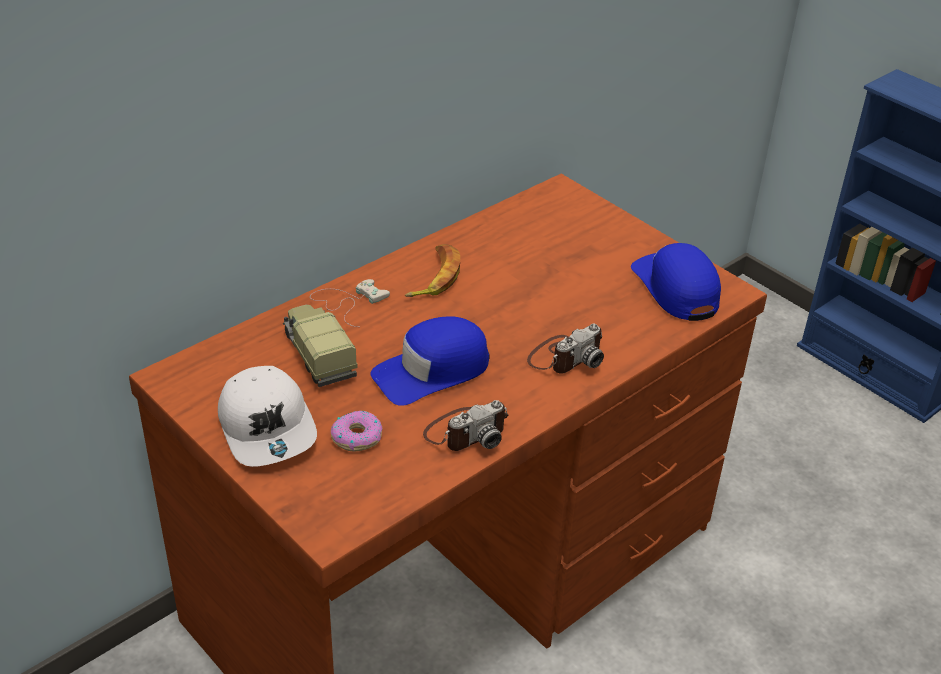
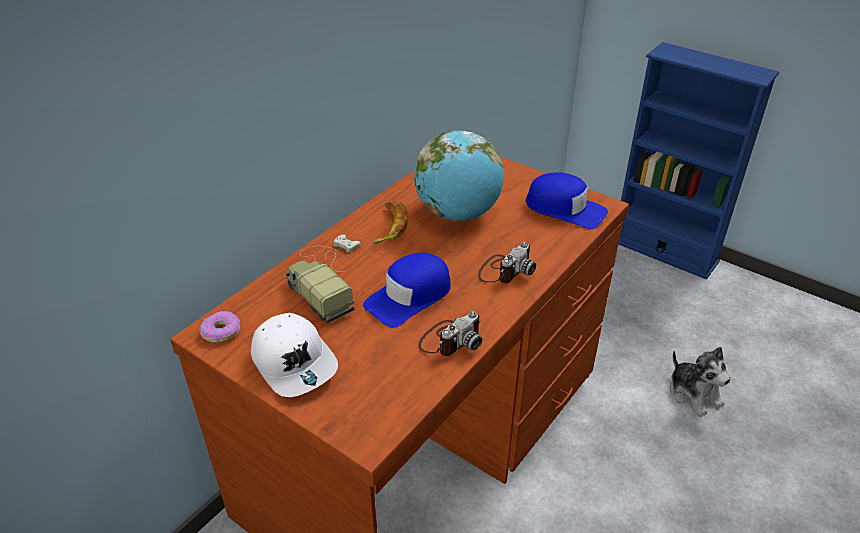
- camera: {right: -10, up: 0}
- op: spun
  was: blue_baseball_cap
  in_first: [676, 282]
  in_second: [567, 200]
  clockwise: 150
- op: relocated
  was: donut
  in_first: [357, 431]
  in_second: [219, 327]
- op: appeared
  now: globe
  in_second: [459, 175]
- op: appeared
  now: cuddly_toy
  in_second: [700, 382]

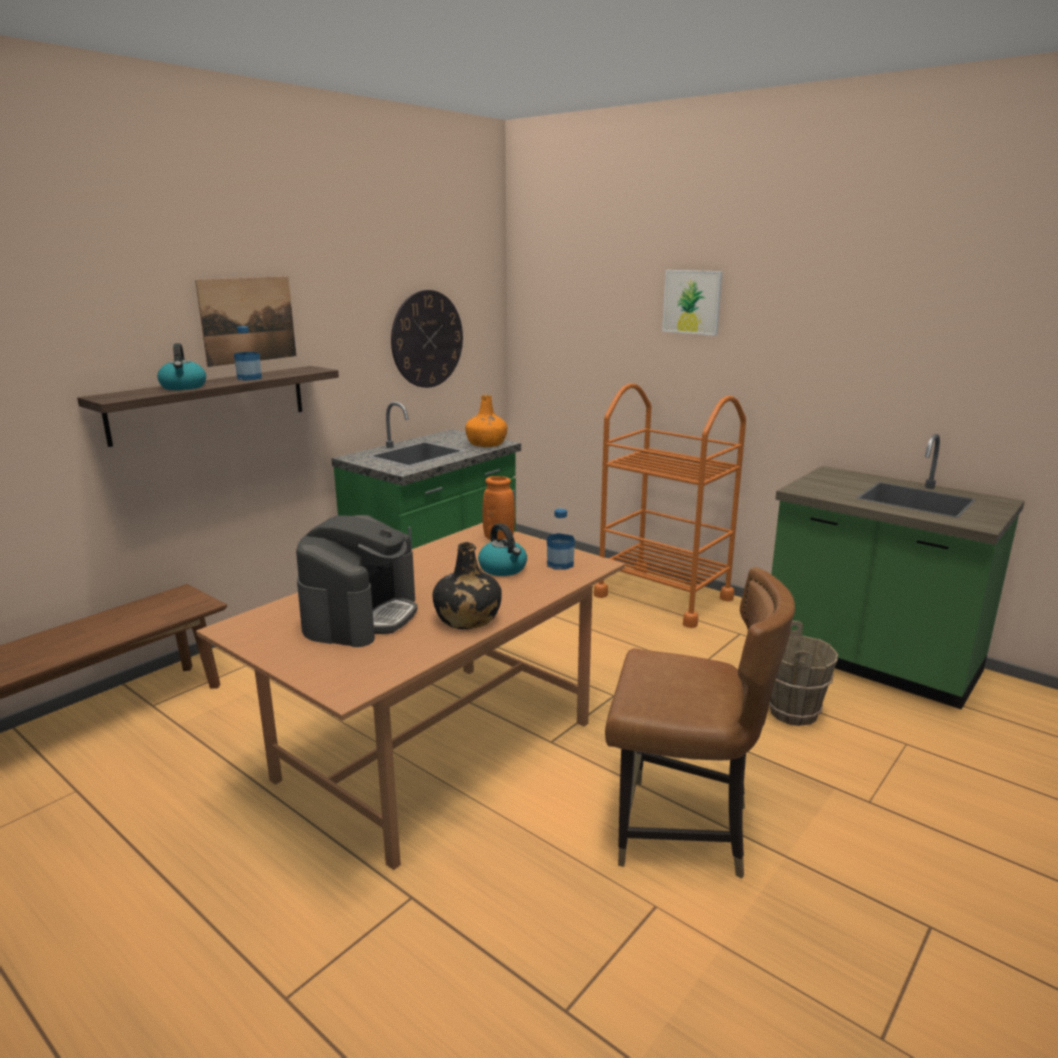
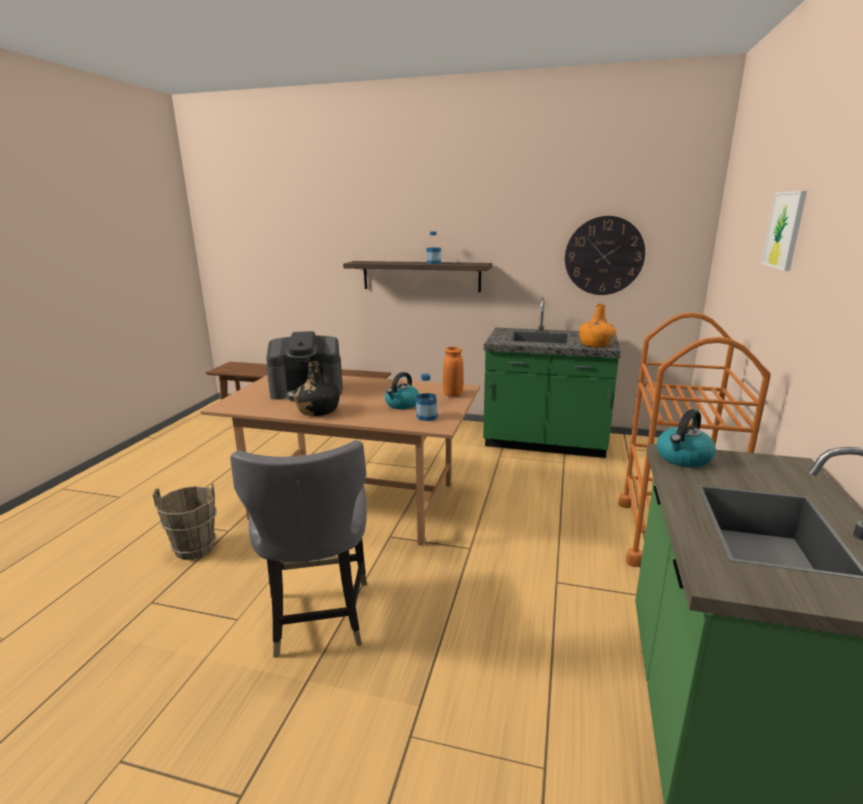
- camera: {right: 65, up: 0}
- op: missing
  was: wall_picture
  in_first: [245, 321]
- op: relocated
  was: water_kettle
  in_first: [181, 366]
  in_second: [686, 438]
- op: colour
  was: brown_plain_chair
  now: gray_plain_chair
  in_first: [700, 722]
  in_second: [298, 549]
- op: relocated
  was: brown_bucket
  in_first: [803, 673]
  in_second: [184, 521]

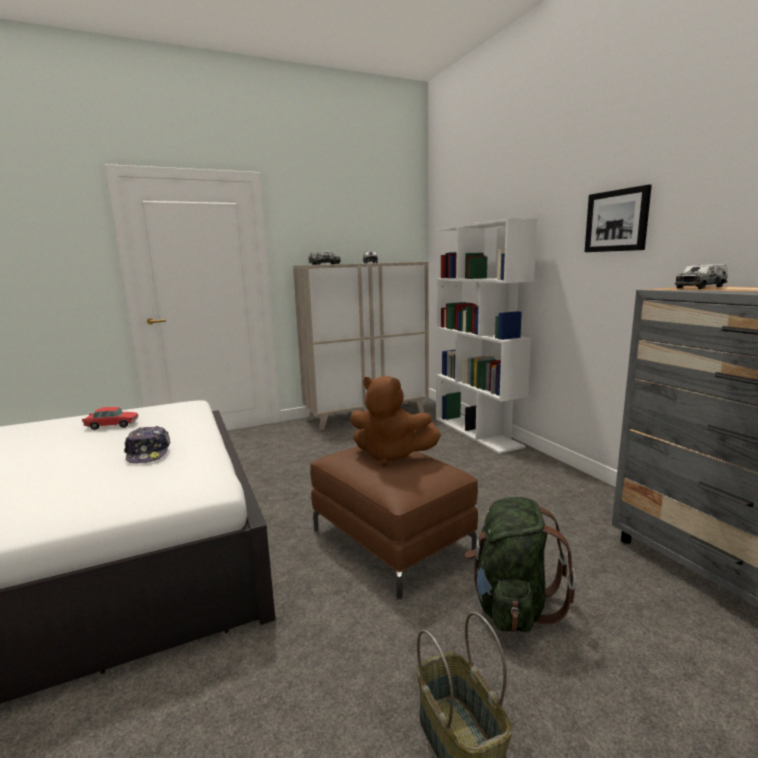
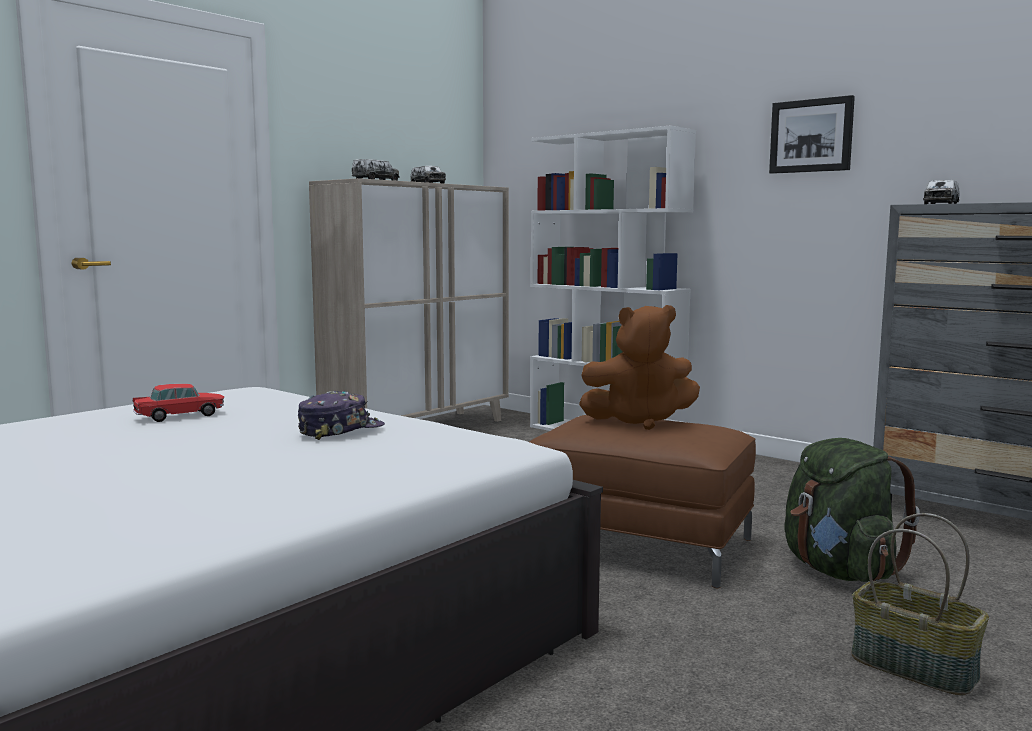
- camera: {right: -25, up: -5}
- op: spun
  was: baseball_cap
  in_first: [147, 445]
  in_second: [341, 415]
  clockwise: -90

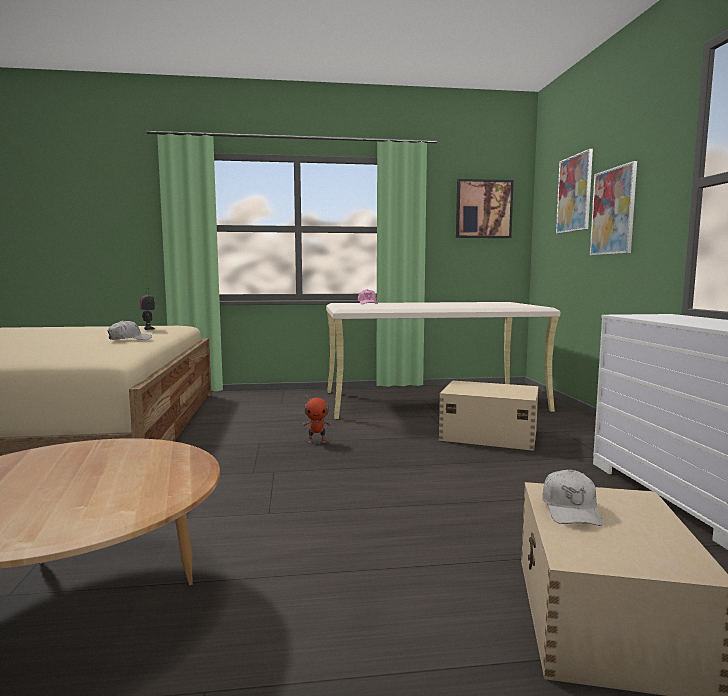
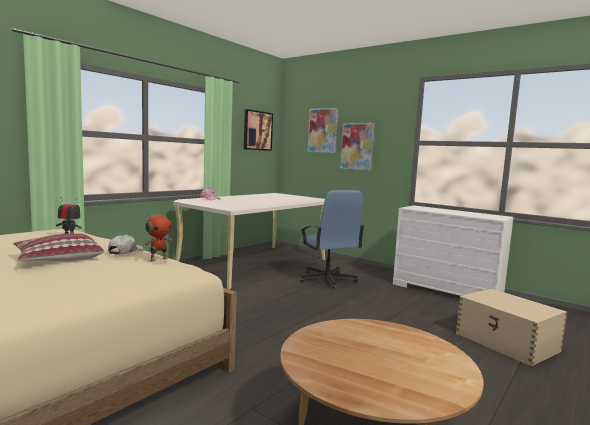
- camera: {right: -45, up: 0}
- op: exchanged
  was: beige_storage_container
  now: blue_computer_chair
  in_first: [488, 415]
  in_second: [332, 239]
- op: relocated
  was: model_robot
  in_first: [317, 419]
  in_second: [158, 237]
- op: missing
  was: white_baseball_cap
  in_first: [572, 497]
- op: appeared
  now: throw_pillow
  in_second: [59, 247]

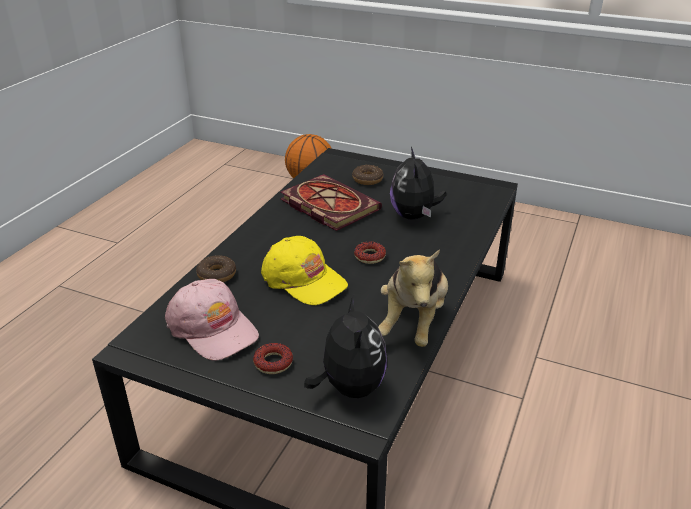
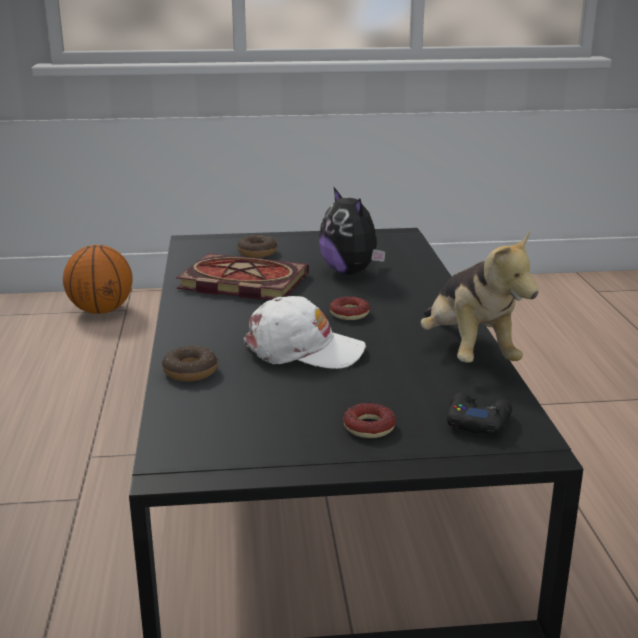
- camera: {right: -30, up: -10}
- op: colour
  was: yellowish_baseball_cap
  now: white_baseball_cap
  in_first: [304, 270]
  in_second: [304, 332]
- op: missing
  was: pinkish_baseball_cap
  in_first: [212, 320]
- op: exchanged
  was: cuddly_toy
  now: black-coloured_gamepad
  in_first: [345, 346]
  in_second: [479, 413]

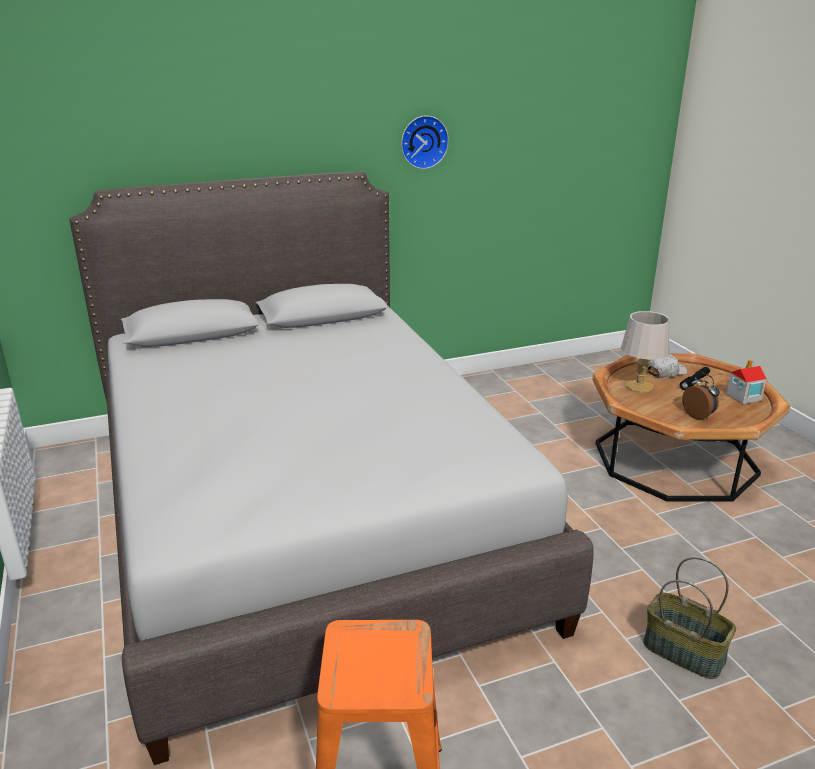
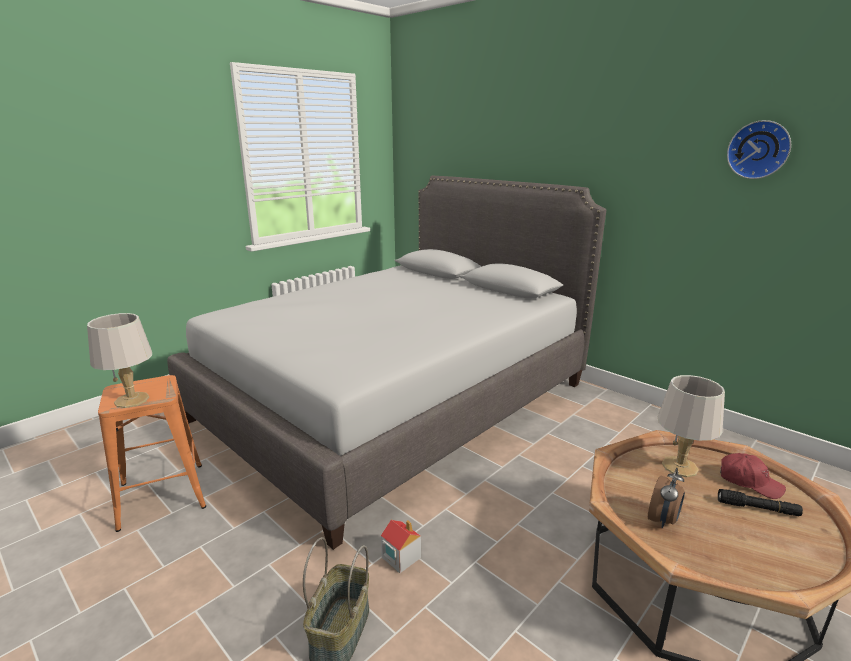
- camera: {right: 65, up: -5}
- op: relocated
  was: clock_on_the_wall
  in_first: [425, 142]
  in_second: [759, 149]
- op: colour
  was: white_baseball_cap
  now: reddish_baseball_cap
  in_first: [667, 366]
  in_second: [753, 476]
- op: relocated
  was: miniature_house
  in_first: [746, 382]
  in_second: [401, 546]
- op: appeared
  now: gray_tabletop_lamp
  in_second: [119, 360]

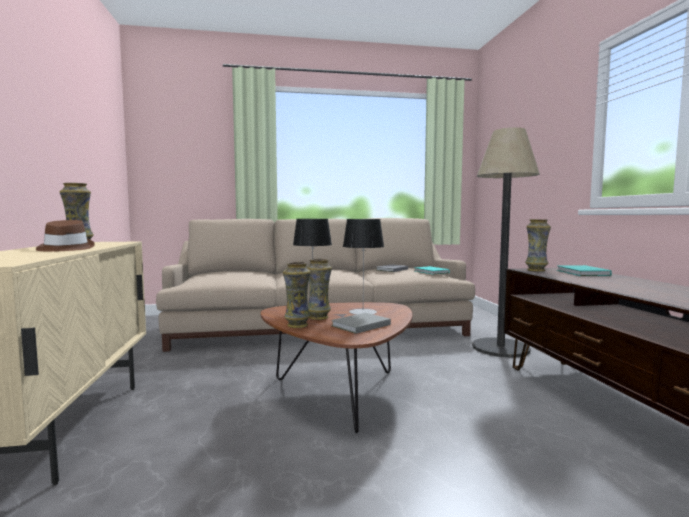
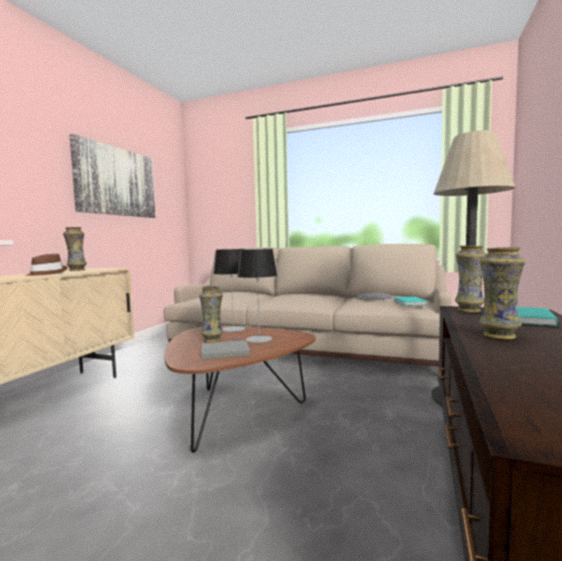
- camera: {right: 30, up: 0}
- op: relocated
  was: flower_vase
  in_first: [297, 295]
  in_second: [502, 293]
- op: appeared
  now: wall_picture
  in_second: [112, 176]

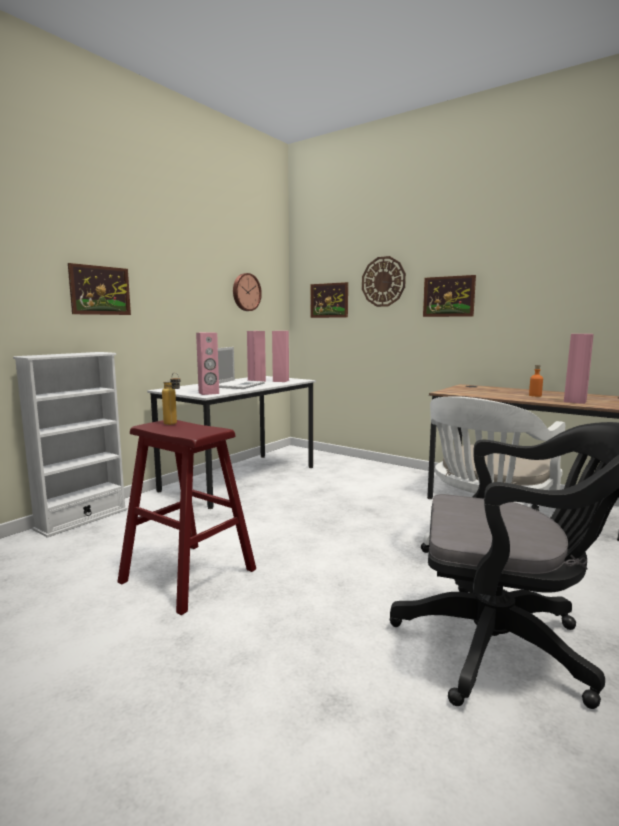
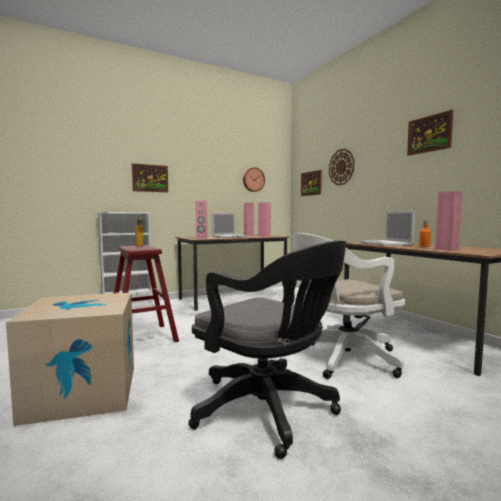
- camera: {right: 25, up: -5}
- op: relocated
  was: wall_picture
  in_first: [449, 296]
  in_second: [430, 133]
- op: colour
  was: white_desk_table
  now: brown_desk_table
  in_first: [231, 442]
  in_second: [232, 273]
- op: appeared
  now: laptop
  in_second: [387, 228]
- op: appeared
  now: carton
  in_second: [70, 359]

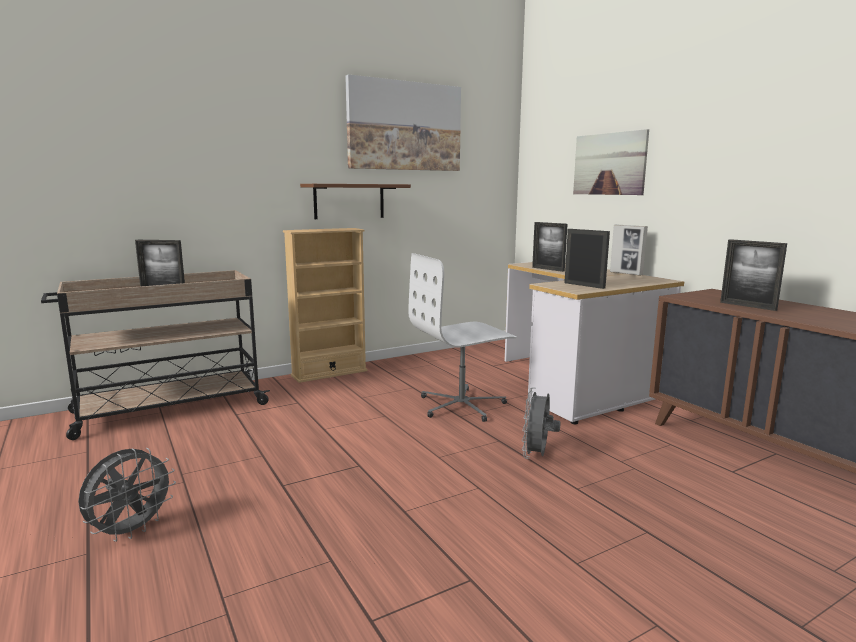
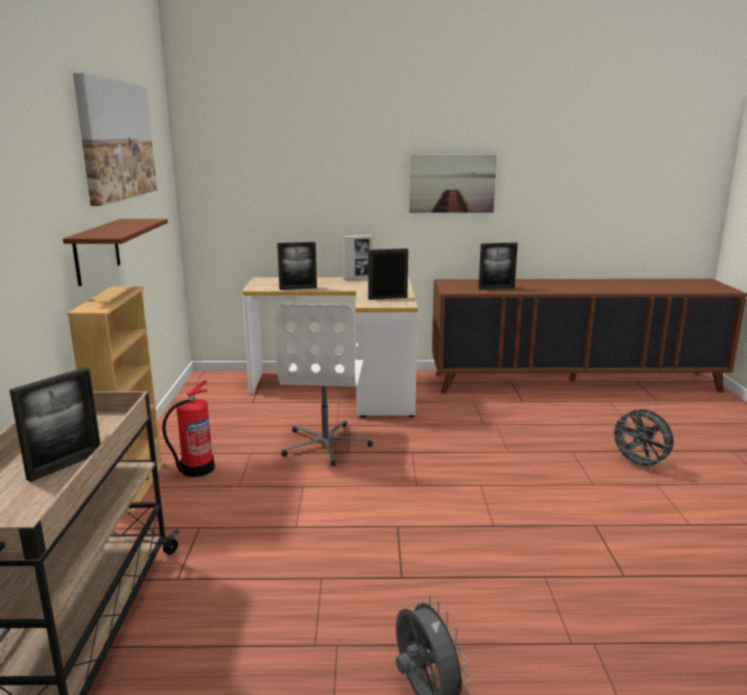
- camera: {right: -60, up: 5}
- op: relocated
  was: wall_picture
  in_first: [611, 162]
  in_second: [453, 183]
- op: relocated
  was: gray_electric_fan
  in_first: [541, 423]
  in_second: [641, 440]
- op: appeared
  now: fire_extinguisher
  in_second: [188, 428]

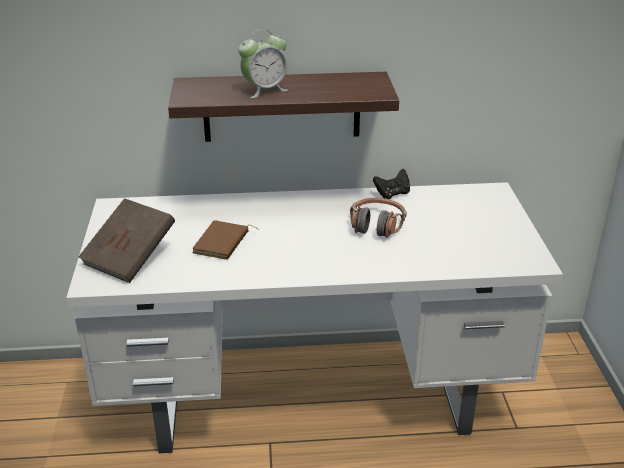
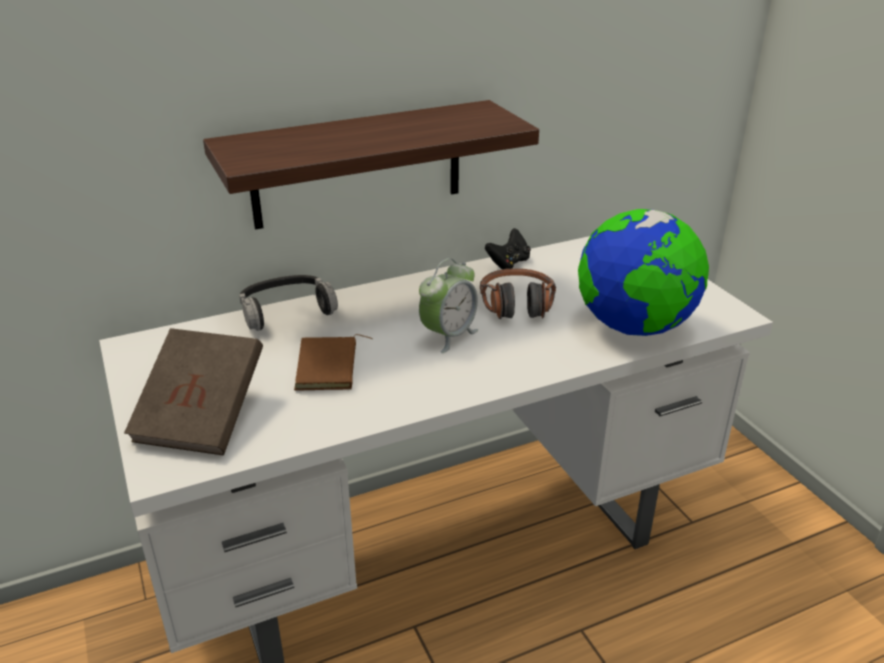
- camera: {right: -20, up: 0}
- op: relocated
  was: alarm_clock
  in_first: [263, 63]
  in_second: [448, 305]
- op: appeared
  now: globe
  in_second: [643, 272]
- op: appeared
  now: pair_of_headphones
  in_second: [288, 303]

